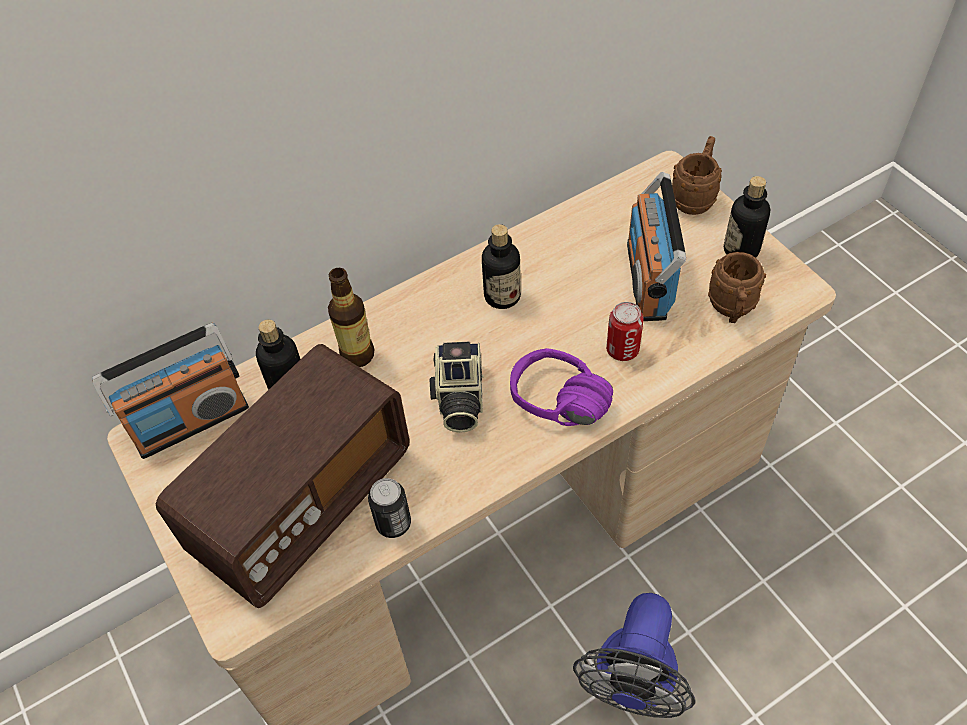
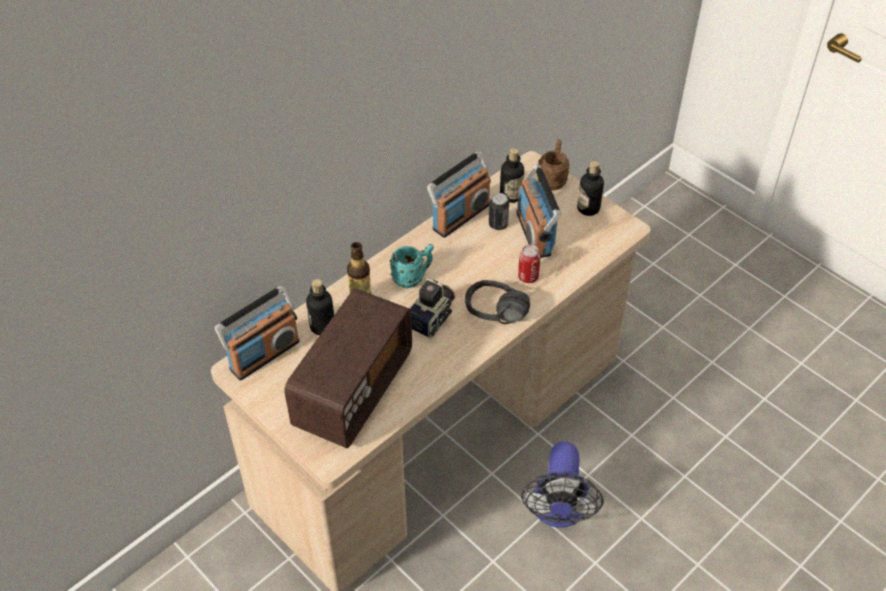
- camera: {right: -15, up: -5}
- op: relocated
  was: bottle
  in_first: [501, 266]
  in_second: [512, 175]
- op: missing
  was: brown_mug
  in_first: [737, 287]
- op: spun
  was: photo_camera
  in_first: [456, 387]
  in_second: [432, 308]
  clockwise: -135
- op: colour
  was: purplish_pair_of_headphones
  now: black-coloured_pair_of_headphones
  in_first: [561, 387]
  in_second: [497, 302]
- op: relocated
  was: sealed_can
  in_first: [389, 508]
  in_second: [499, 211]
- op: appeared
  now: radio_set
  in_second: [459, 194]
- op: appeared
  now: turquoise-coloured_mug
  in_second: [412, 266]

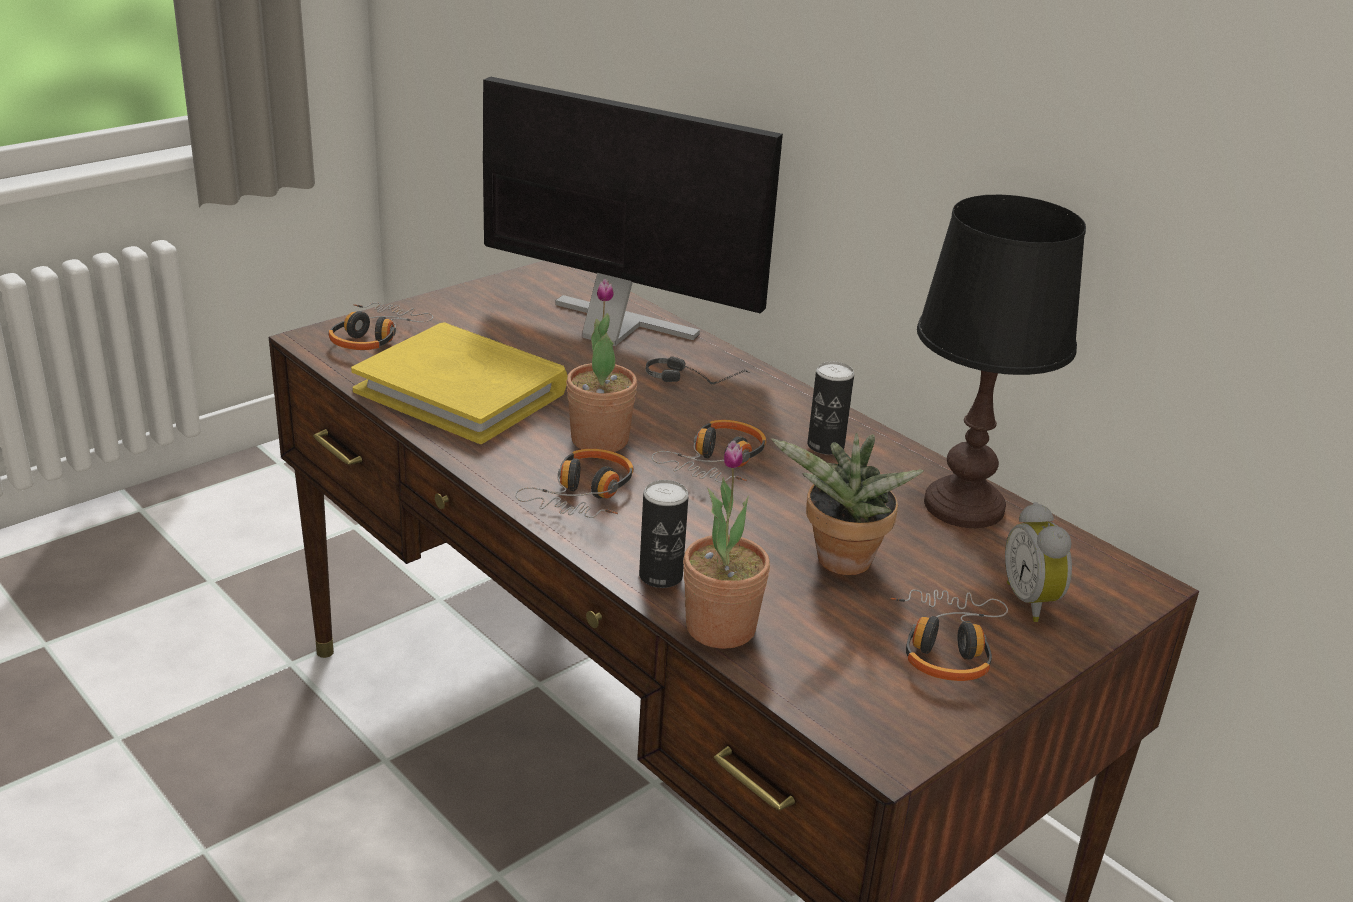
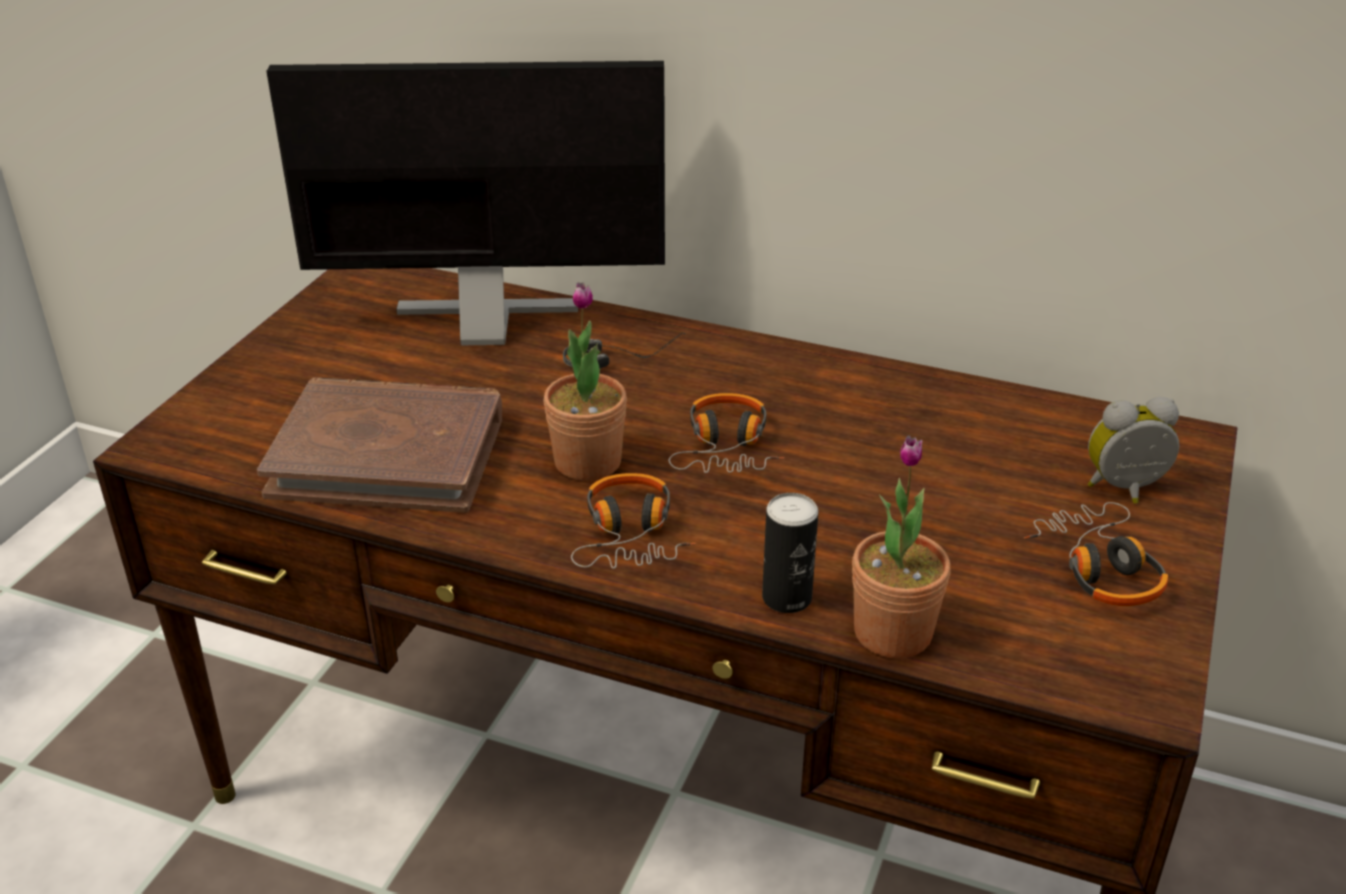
- camera: {right: -25, up: 5}
- op: missing
  was: black-coloured_tabletop_lamp
  in_first: [1001, 361]
- op: missing
  was: pair_of_headphones
  in_first: [381, 326]
- op: colour
  was: yellowish_book
  now: brown_book
  in_first: [459, 383]
  in_second: [379, 445]
- op: missing
  was: sealed_can
  in_first: [830, 408]
- op: missing
  was: houseplant
  in_first: [847, 504]
- op: spun
  was: alarm_clock
  in_first: [1038, 562]
  in_second: [1133, 450]
  clockwise: 120

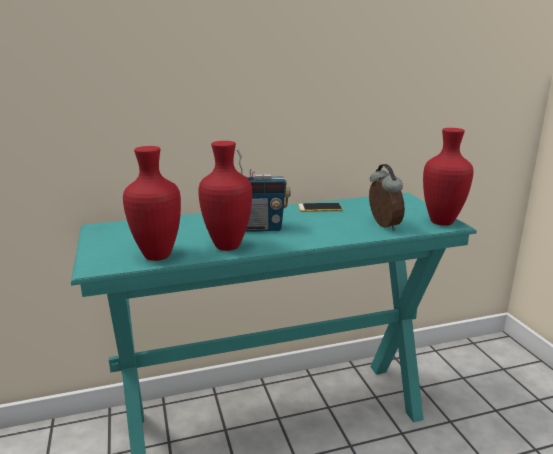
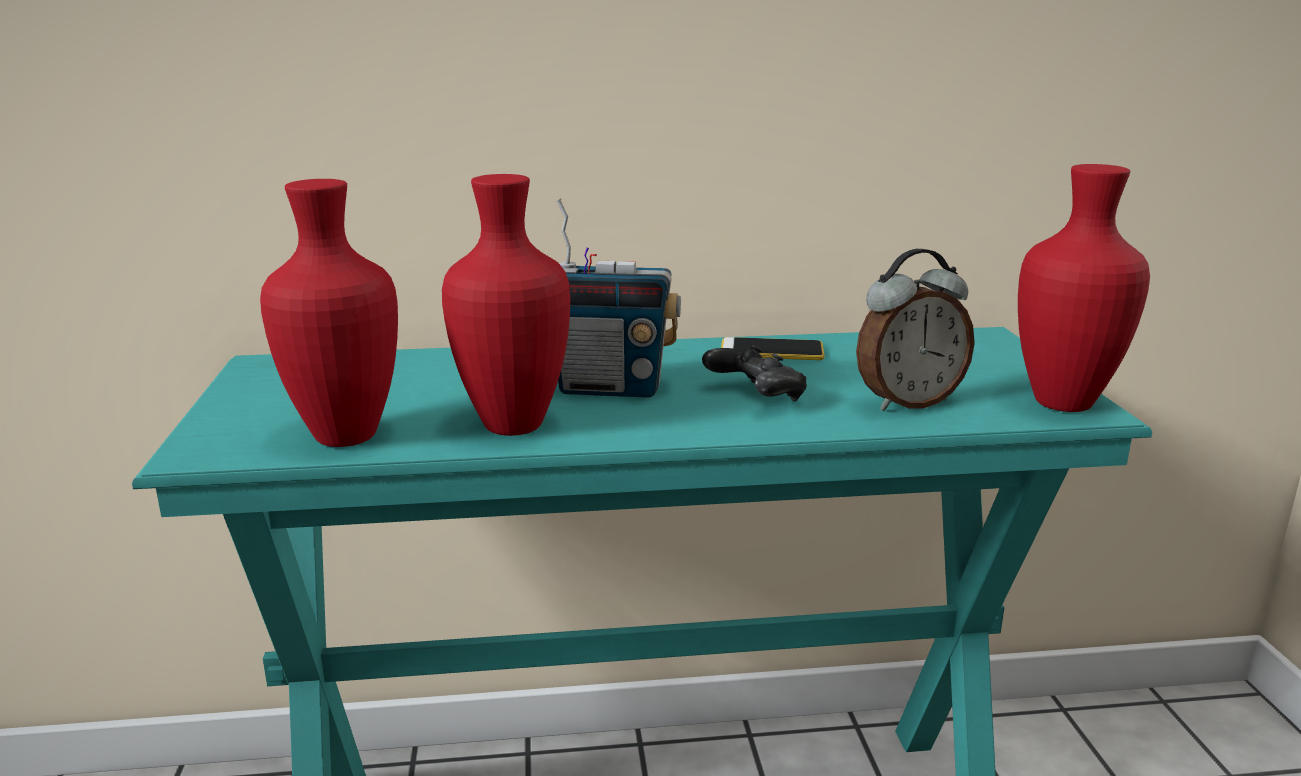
- camera: {right: 10, up: 0}
- op: spun
  was: alarm_clock
  in_first: [387, 197]
  in_second: [915, 330]
  clockwise: 75
- op: appeared
  now: black-coloured_gamepad
  in_second: [754, 373]

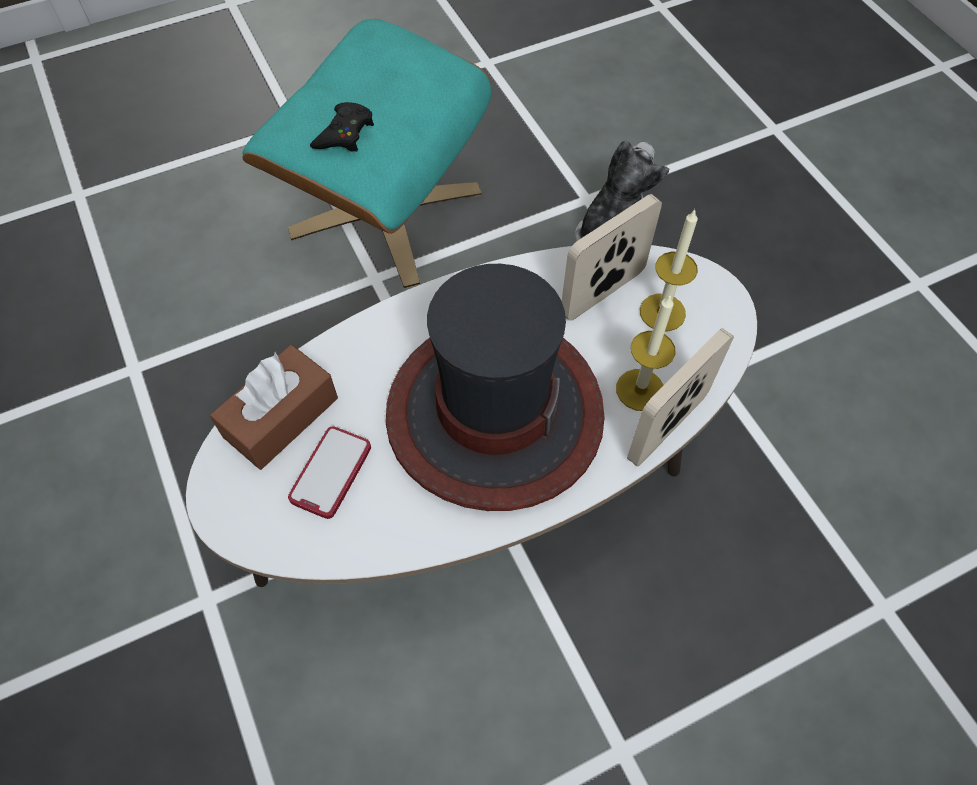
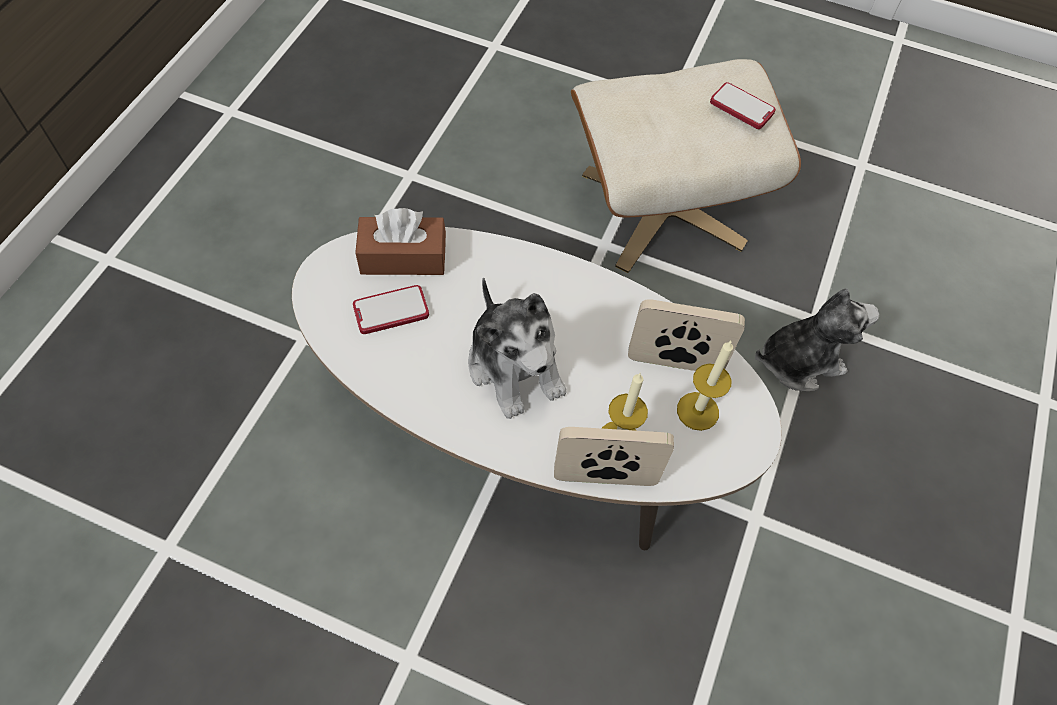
- camera: {right: 45, up: 0}
- op: colour
  was: turquoise-coloured_ottoman
  now: beige_ottoman
  in_first: [366, 153]
  in_second: [686, 166]
- op: missing
  was: black-coloured_gamepad
  in_first: [342, 127]
- op: exchanged
  was: wearable_hat
  now: cuddly_toy
  in_first: [495, 387]
  in_second: [517, 348]
- op: appeared
  now: telephone
  in_second: [743, 105]

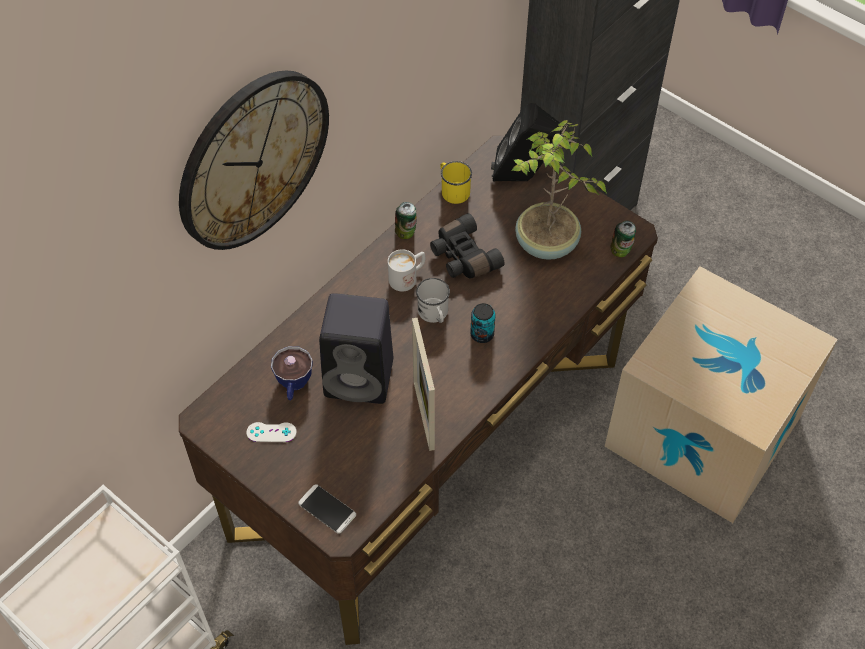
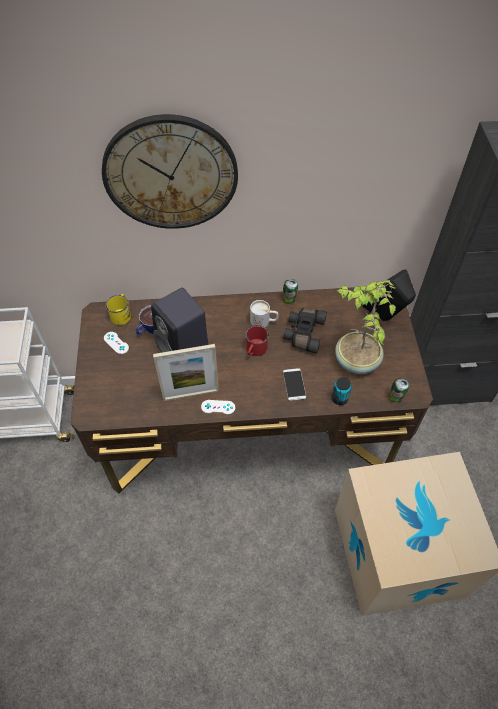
- camera: {right: 45, up: 0}
- op: relocated
  was: yellowish_mug
  in_first: [456, 182]
  in_second: [118, 309]
- op: colour
  was: white_mug
  now: reddish_mug
  in_first: [433, 300]
  in_second: [257, 340]
- op: relocated
  was: sealed_can
  in_first: [483, 323]
  in_second: [341, 391]
- op: spun
  was: standing_frame
  in_first: [423, 384]
  in_second: [186, 372]
  clockwise: -135
- op: relocated
  was: telephone
  in_first: [327, 509]
  in_second: [294, 384]
- op: appeared
  now: white_gamepad
  in_second: [218, 407]

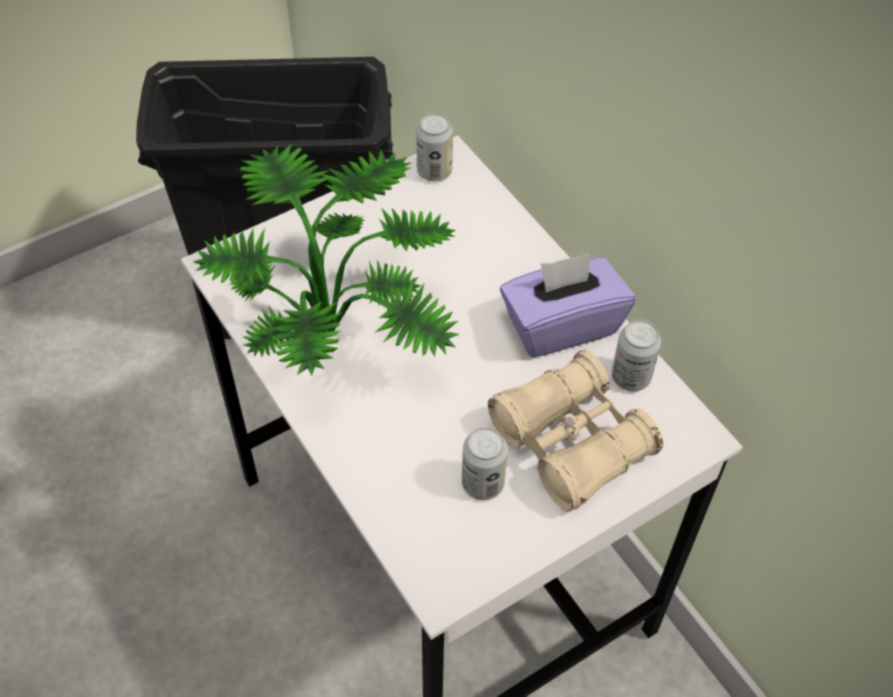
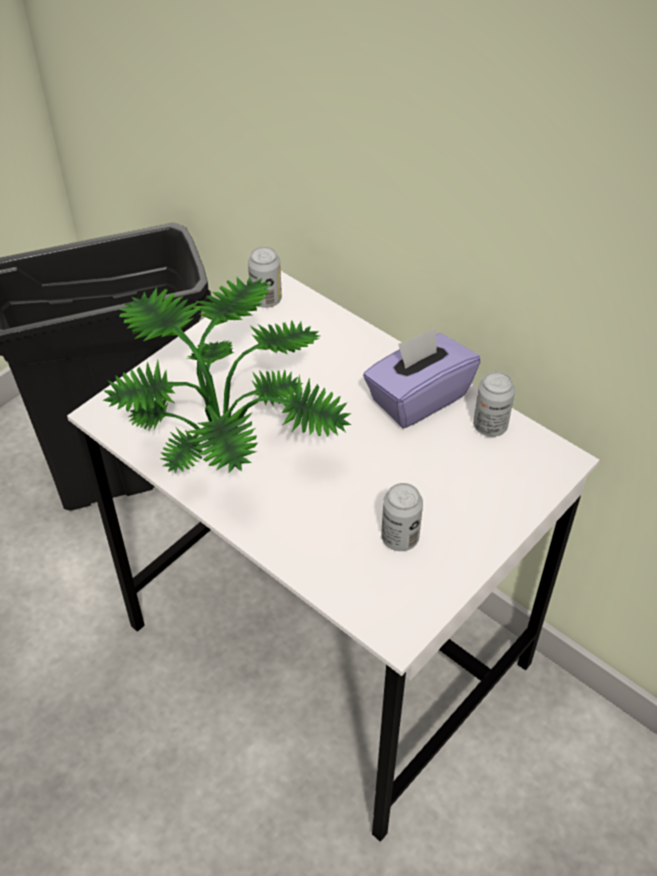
- camera: {right: -15, up: -5}
- op: missing
  was: beige_field_glasses
  in_first: [575, 431]

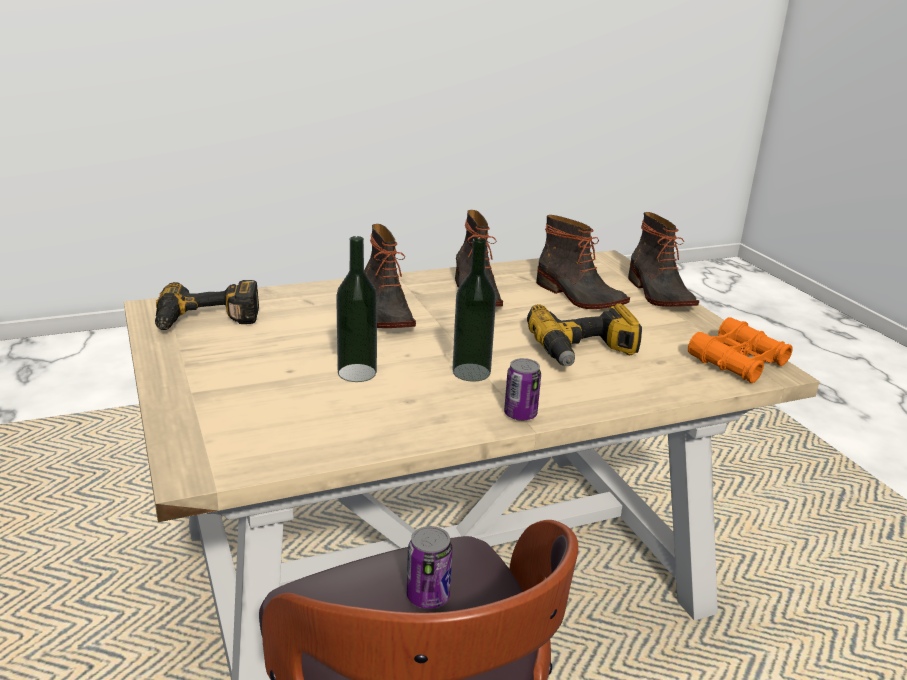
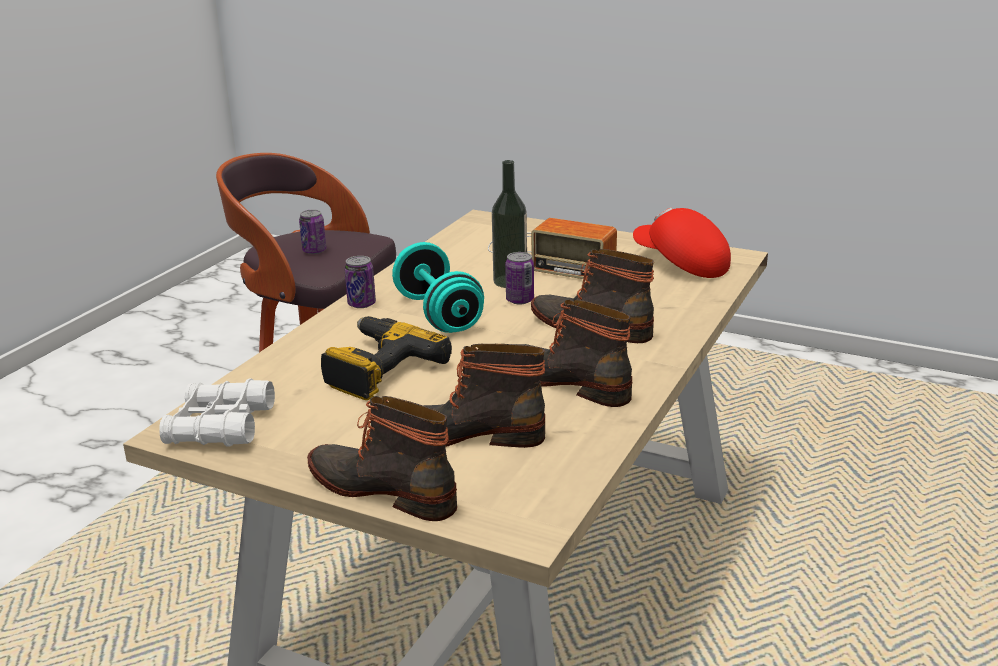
- camera: {right: 140, up: 0}
- op: exchanged
  was: bottle
  now: turquoise-coloured_dumbbell
  in_first: [474, 310]
  in_second: [438, 287]
- op: exchanged
  was: electric_drill
  now: reddish_baseball_cap
  in_first: [207, 305]
  in_second: [682, 242]
- op: colour
  was: orange_field_glasses
  now: white_field_glasses
  in_first: [740, 350]
  in_second: [217, 413]
- op: appeared
  now: radio_set
  in_second: [552, 248]
- op: appeared
  now: sealed_can
  in_second: [519, 278]

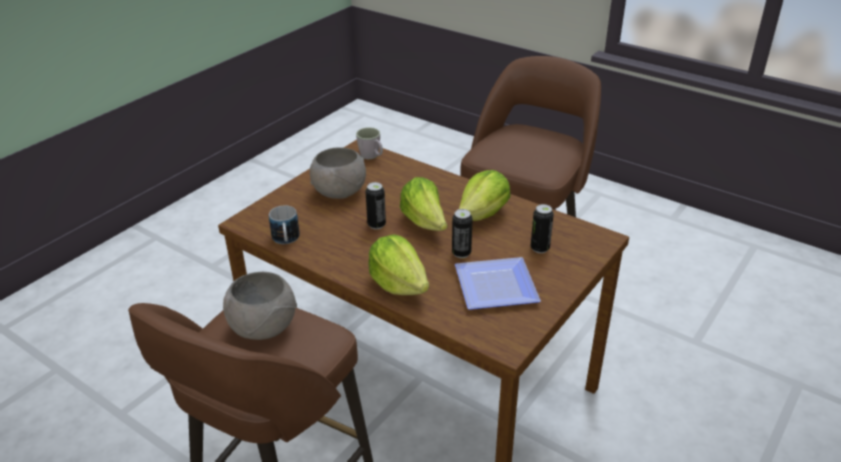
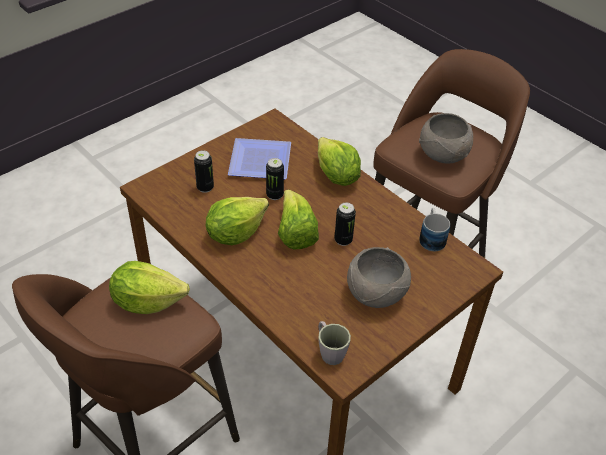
- camera: {right: -170, up: 10}
- op: appeared
  now: lettuce
  in_second: [149, 287]

